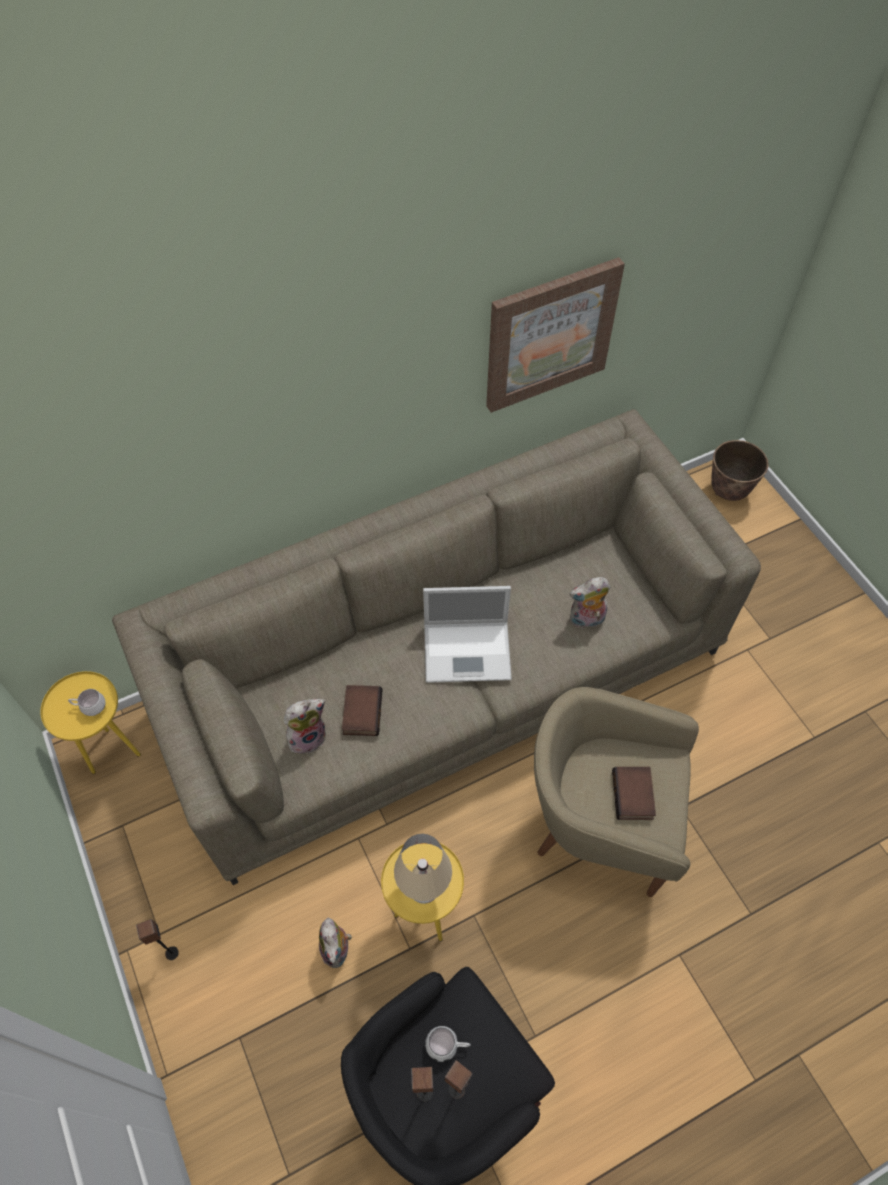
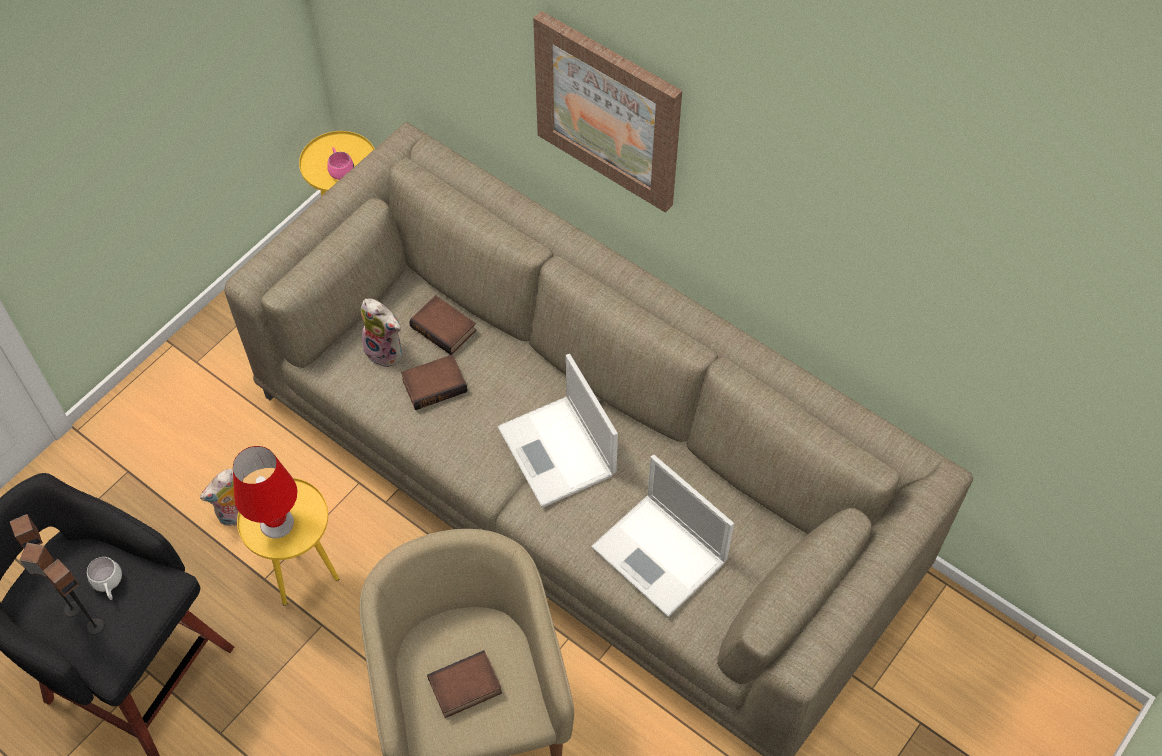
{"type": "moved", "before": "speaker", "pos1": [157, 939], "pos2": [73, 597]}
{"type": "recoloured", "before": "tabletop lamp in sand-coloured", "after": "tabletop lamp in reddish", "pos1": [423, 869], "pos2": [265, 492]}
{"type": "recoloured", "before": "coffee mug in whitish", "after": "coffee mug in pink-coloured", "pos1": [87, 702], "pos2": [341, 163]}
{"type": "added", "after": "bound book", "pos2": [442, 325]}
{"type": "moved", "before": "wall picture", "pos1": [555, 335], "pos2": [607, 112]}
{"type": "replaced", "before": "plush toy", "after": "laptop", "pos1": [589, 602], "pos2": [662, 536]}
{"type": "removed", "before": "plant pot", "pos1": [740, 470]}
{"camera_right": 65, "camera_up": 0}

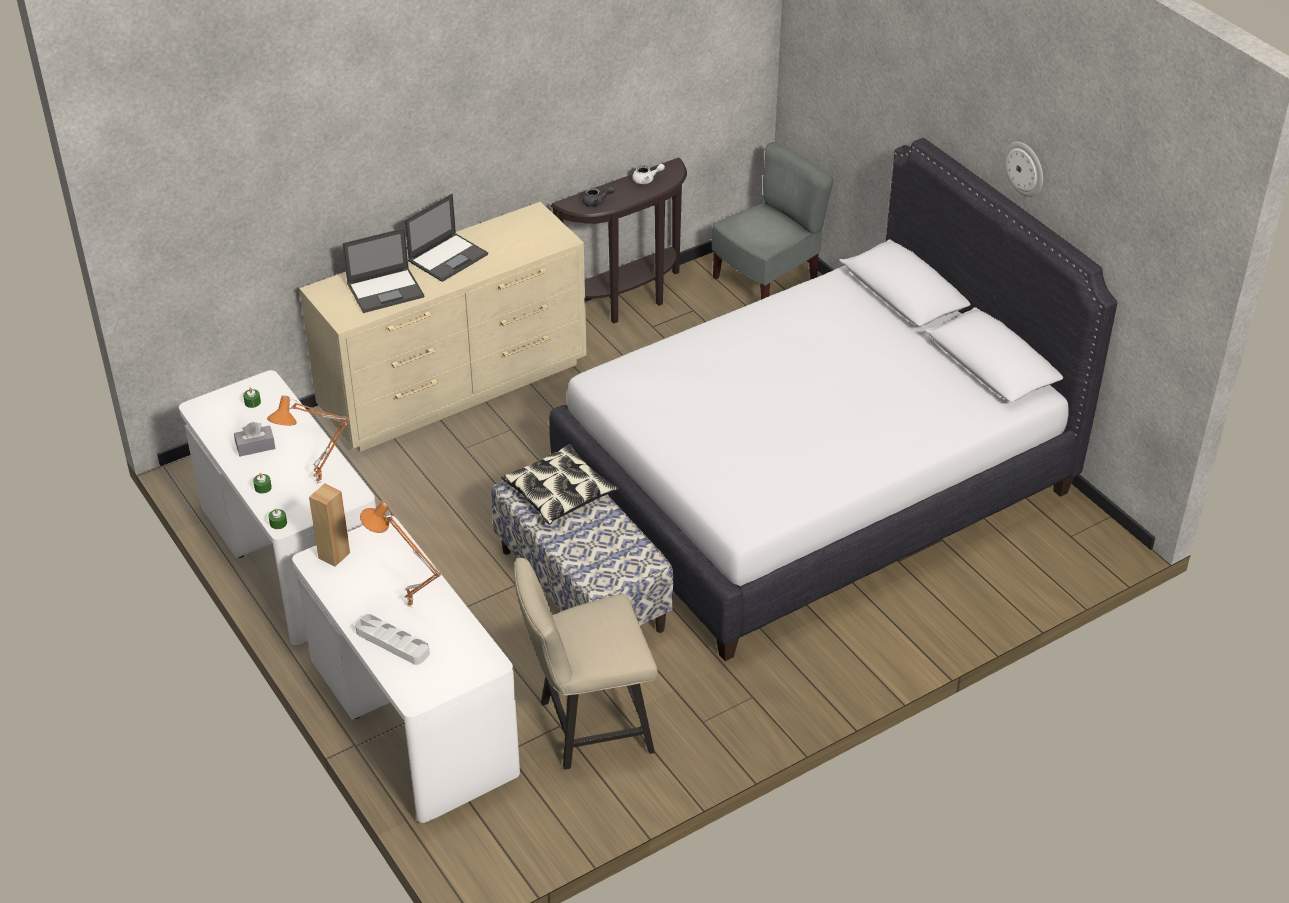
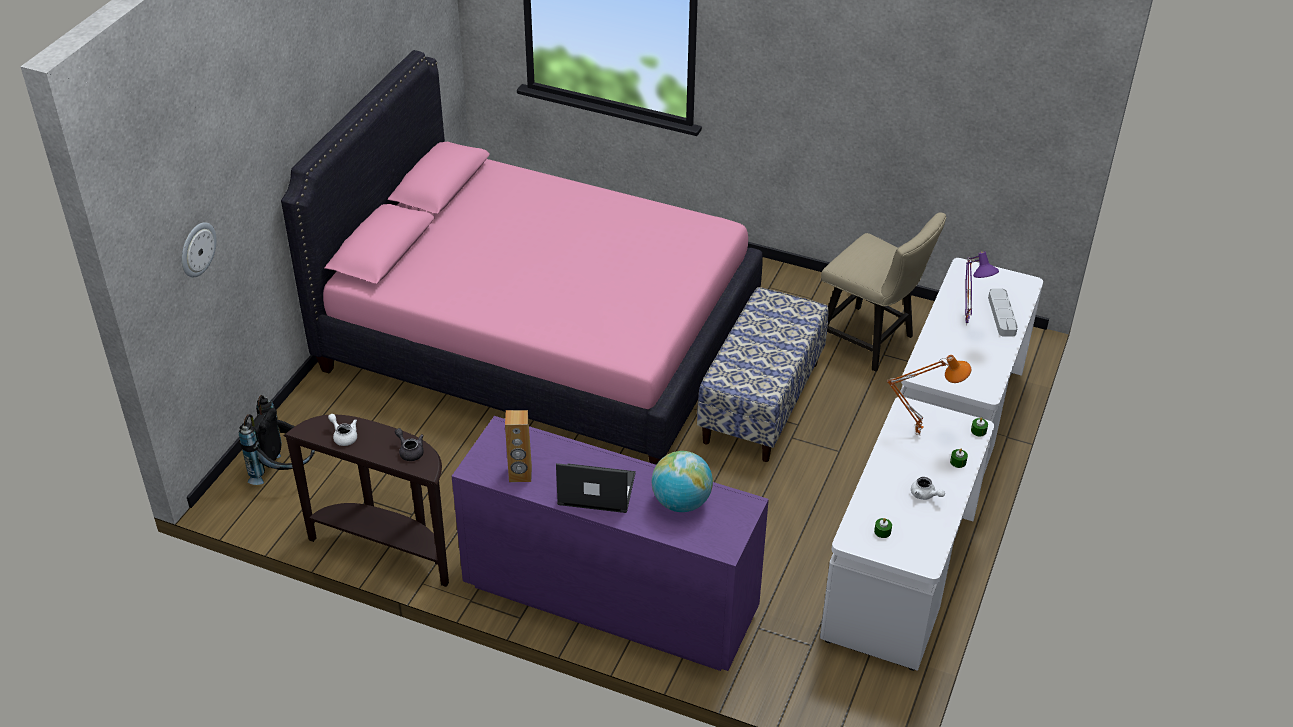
{"type": "moved", "before": "hanging clock", "pos1": [1023, 169], "pos2": [199, 249]}
{"type": "replaced", "before": "plain chair in gray", "after": "knapsack in blackish", "pos1": [772, 221], "pos2": [277, 440]}
{"type": "recoloured", "before": "sleeping bed in whitish", "after": "sleeping bed in pink-coloured", "pos1": [833, 399], "pos2": [522, 257]}
{"type": "recoloured", "before": "drawer chest in sand-coloured", "after": "drawer chest in purplish", "pos1": [443, 327], "pos2": [610, 543]}
{"type": "moved", "before": "speaker in brown", "pos1": [329, 525], "pos2": [518, 446]}
{"type": "replaced", "before": "laptop", "after": "world globe", "pos1": [383, 270], "pos2": [682, 481]}
{"type": "replaced", "before": "tissue holder in gray", "after": "tea pot in whitish", "pos1": [254, 439], "pos2": [928, 488]}
{"type": "recoloured", "before": "tabletop lamp in orangey", "after": "tabletop lamp in purplish", "pos1": [400, 554], "pos2": [982, 288]}
{"type": "removed", "before": "cushion", "pos1": [559, 484]}
{"camera_right": -125, "camera_up": 0}

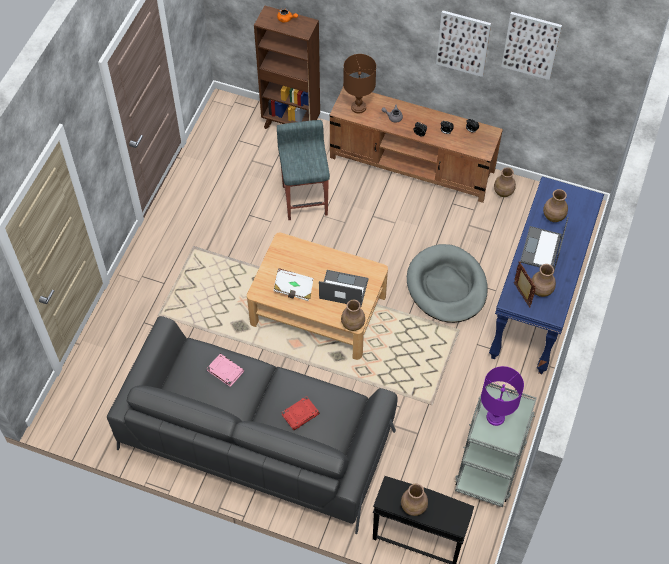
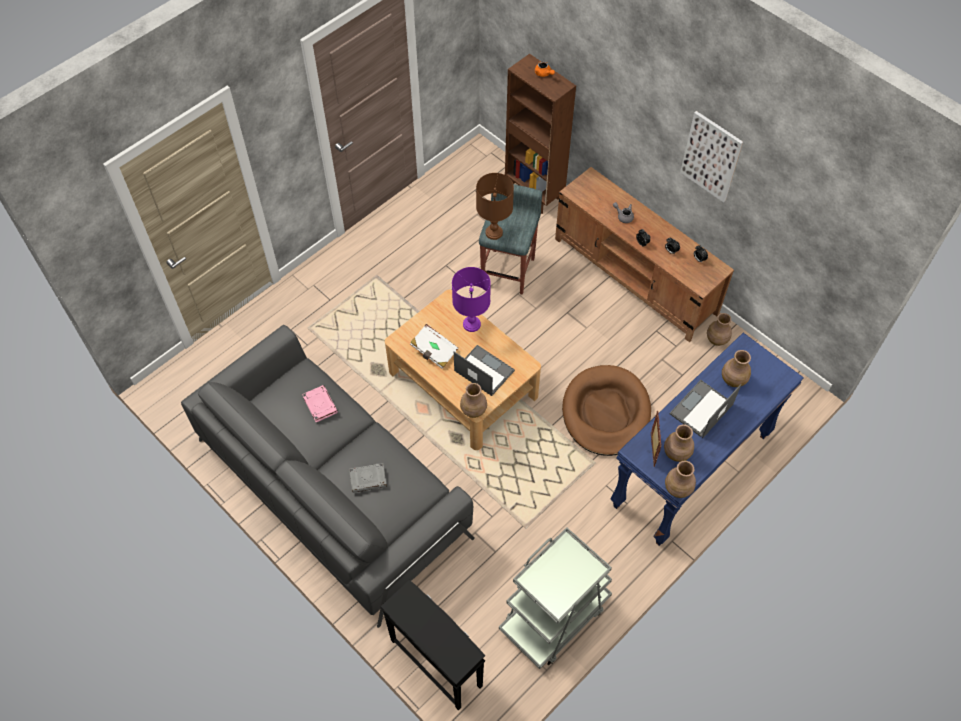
{"type": "recoloured", "before": "bound book in reddish", "after": "bound book in gray", "pos1": [300, 413], "pos2": [368, 478]}
{"type": "moved", "before": "tabletop lamp in purplish", "pos1": [502, 396], "pos2": [471, 299]}
{"type": "moved", "before": "tabletop lamp in brown", "pos1": [359, 84], "pos2": [495, 206]}
{"type": "recoloured", "before": "dog bed in gray", "after": "dog bed in brown", "pos1": [447, 283], "pos2": [606, 410]}
{"type": "moved", "before": "flower vase in brown", "pos1": [414, 499], "pos2": [680, 479]}
{"type": "removed", "before": "wall picture", "pos1": [531, 46]}
{"camera_right": 25, "camera_up": 0}

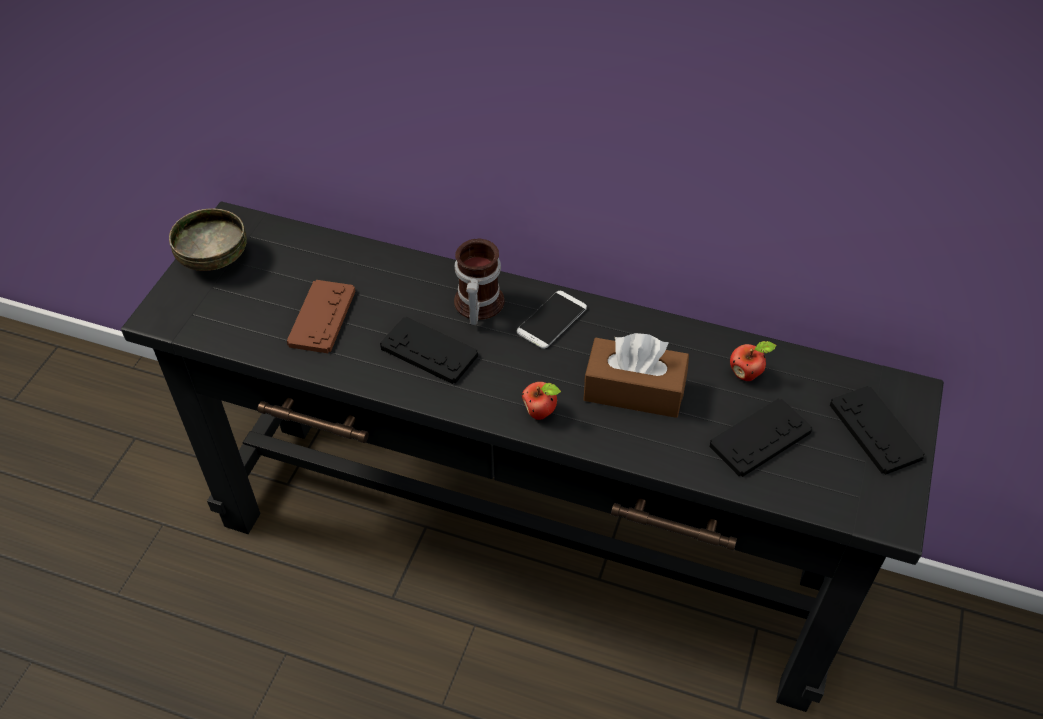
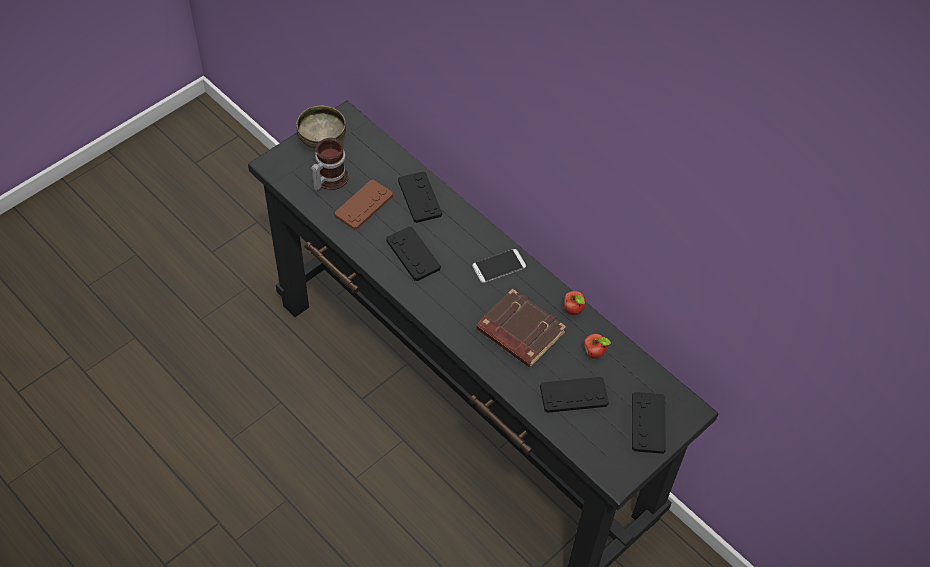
{"type": "moved", "before": "coffee mug", "pos1": [479, 282], "pos2": [330, 164]}
{"type": "added", "after": "joypad in blackish", "pos2": [420, 197]}
{"type": "replaced", "before": "tissue holder in brown", "after": "bound book in brown", "pos1": [636, 375], "pos2": [521, 328]}
{"type": "moved", "before": "apple fruit", "pos1": [541, 401], "pos2": [574, 303]}
{"camera_right": 25, "camera_up": 5}

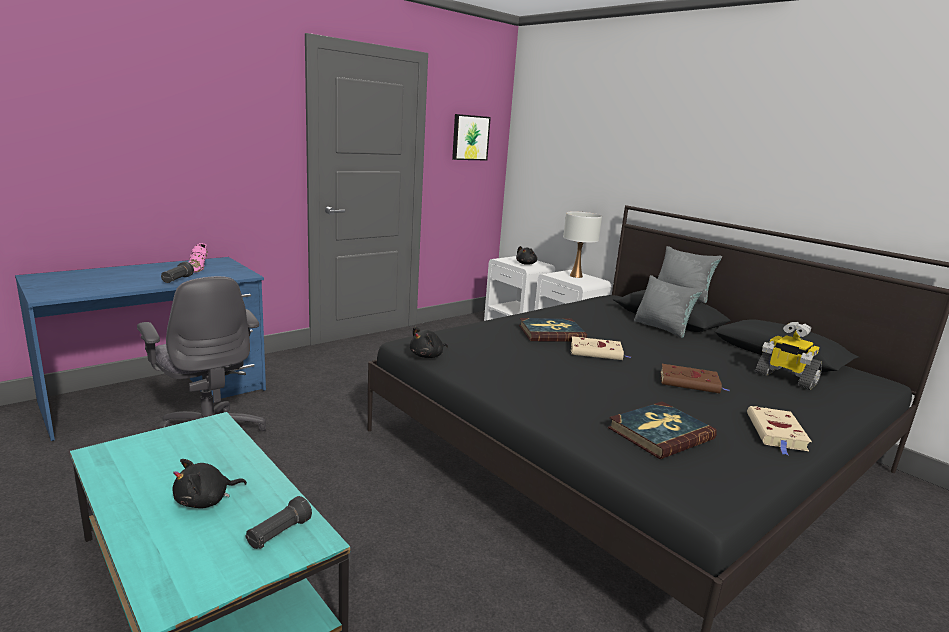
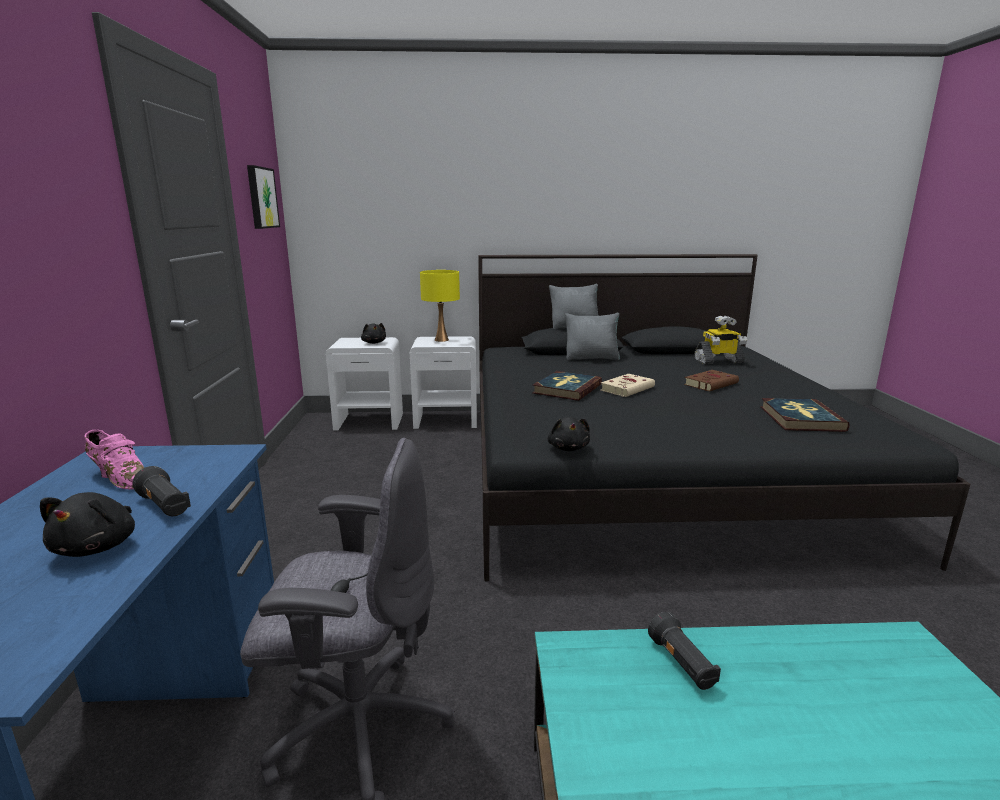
{"type": "moved", "before": "plush toy in blackish", "pos1": [210, 483], "pos2": [87, 524]}
{"type": "recoloured", "before": "tabletop lamp in whitish", "after": "tabletop lamp in yellow", "pos1": [582, 244], "pos2": [440, 306]}
{"type": "moved", "before": "flashlight in blackish", "pos1": [279, 522], "pos2": [684, 651]}
{"type": "removed", "before": "bound book in sand-coloured", "pos1": [779, 430]}
{"camera_right": -50, "camera_up": 0}

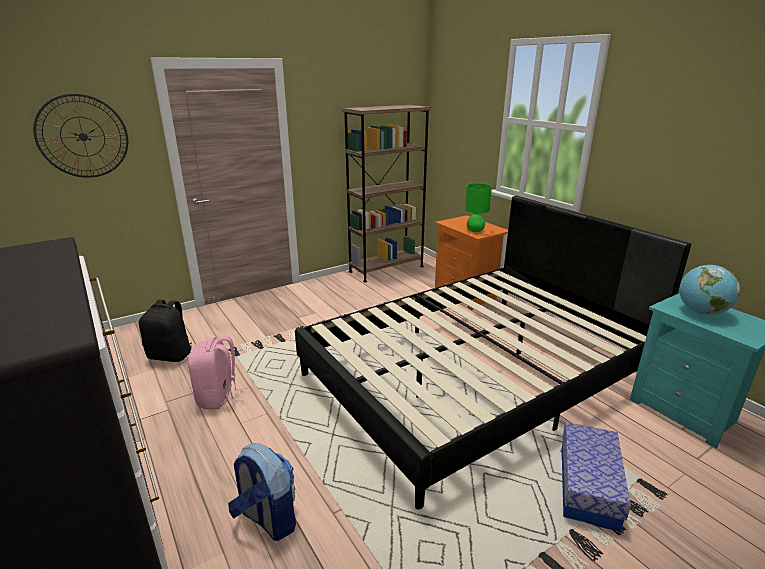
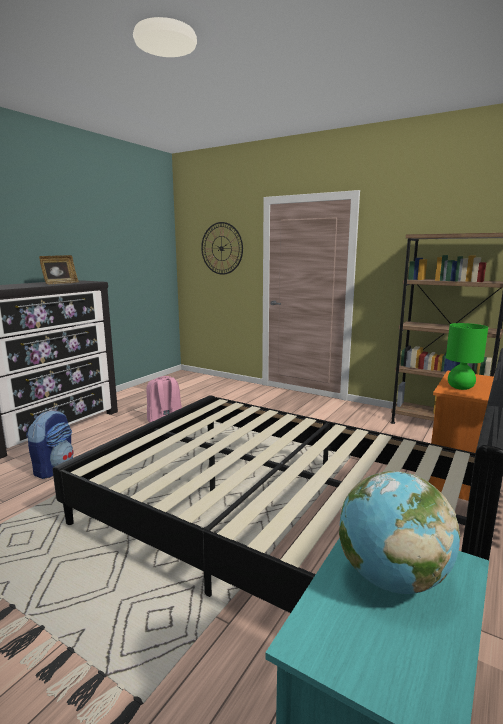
{"type": "added", "after": "picture frame", "pos2": [59, 269]}
{"type": "removed", "before": "knapsack in blackish", "pos1": [165, 330]}
{"type": "removed", "before": "storage box", "pos1": [596, 476]}
{"camera_right": 65, "camera_up": -10}

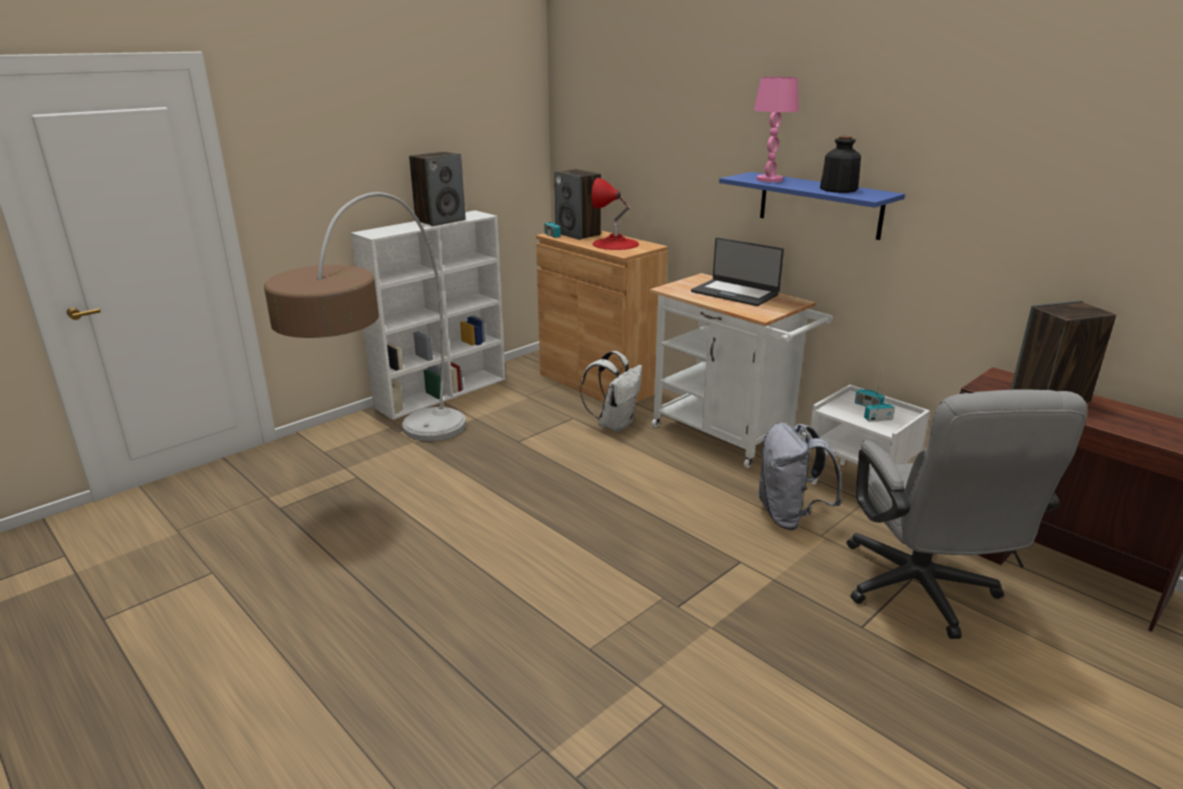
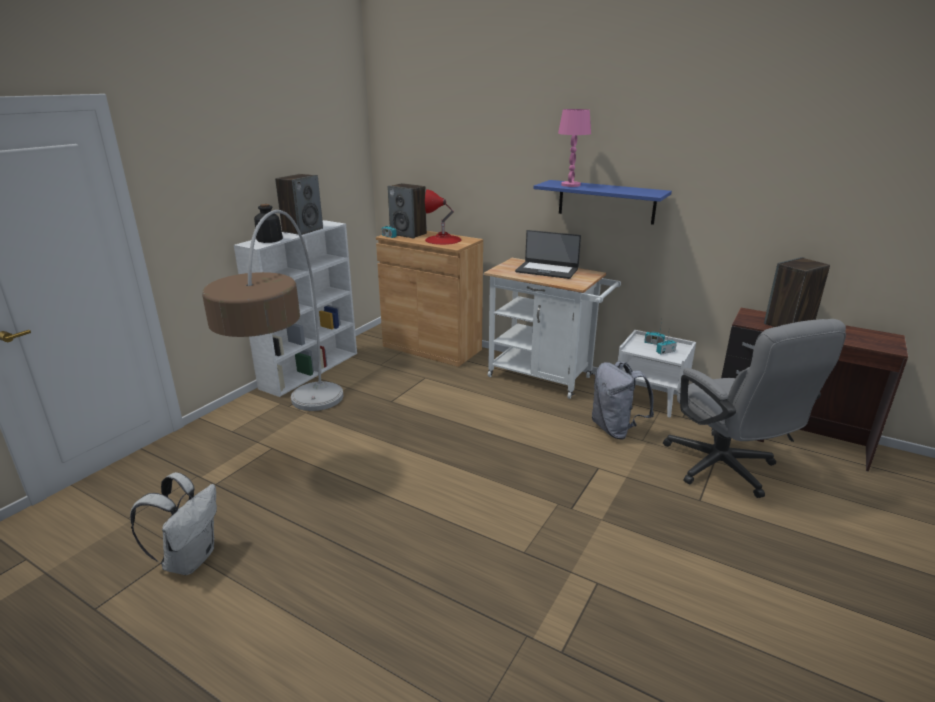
{"type": "moved", "before": "knapsack in whitish", "pos1": [611, 391], "pos2": [173, 523]}
{"type": "moved", "before": "bottle", "pos1": [840, 164], "pos2": [268, 223]}
{"camera_right": -15, "camera_up": 0}

